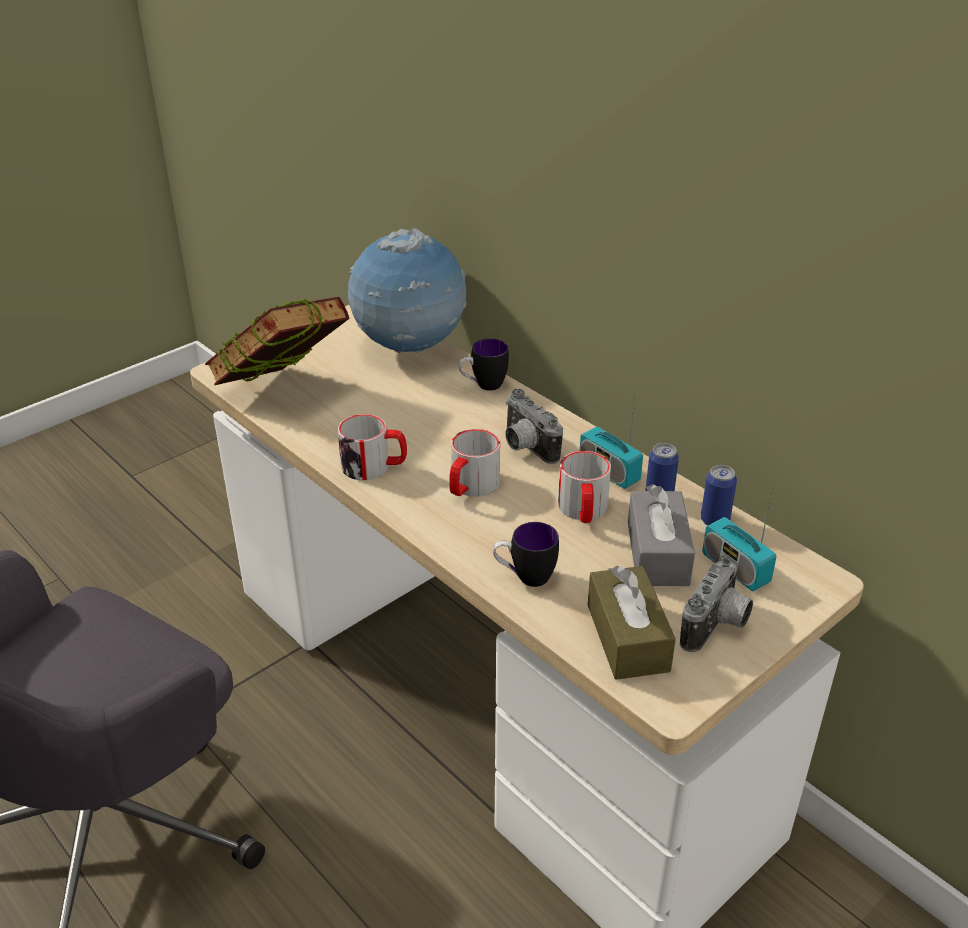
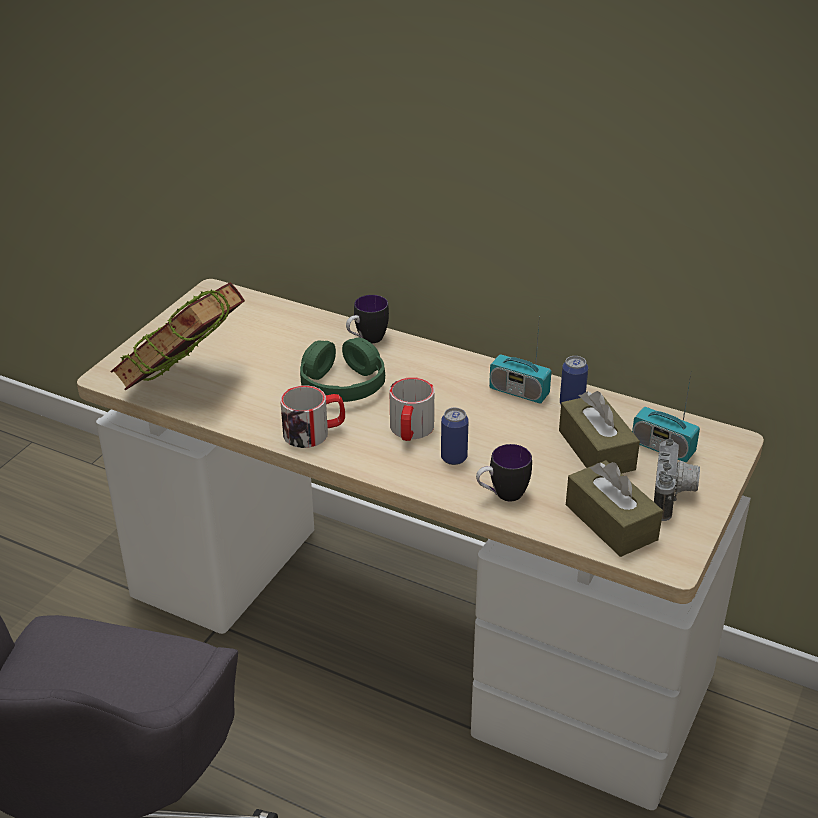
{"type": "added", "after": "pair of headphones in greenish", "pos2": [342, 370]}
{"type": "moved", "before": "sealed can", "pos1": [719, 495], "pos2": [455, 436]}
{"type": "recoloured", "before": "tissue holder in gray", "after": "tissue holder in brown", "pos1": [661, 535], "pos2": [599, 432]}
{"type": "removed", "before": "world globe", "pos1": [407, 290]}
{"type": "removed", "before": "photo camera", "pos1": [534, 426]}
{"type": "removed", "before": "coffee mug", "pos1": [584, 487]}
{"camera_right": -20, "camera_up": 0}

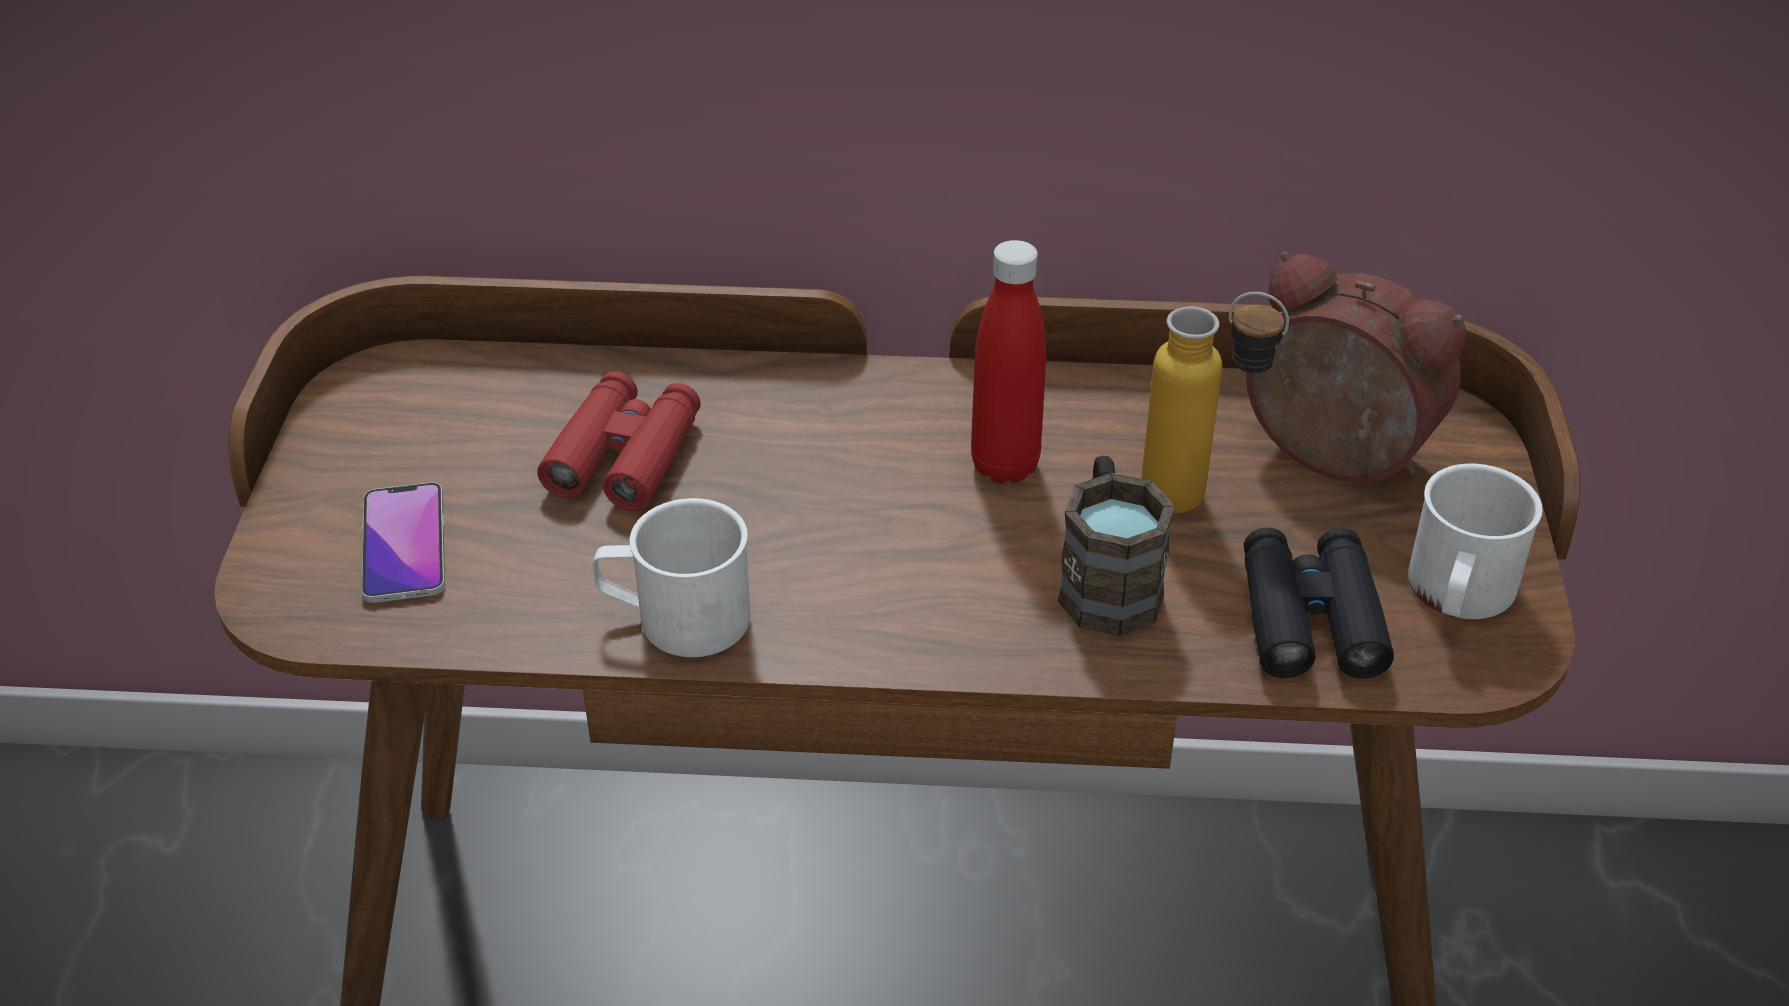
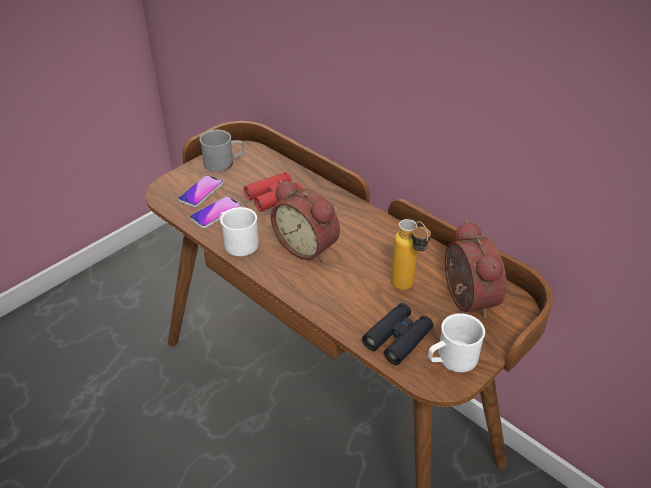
{"type": "added", "after": "handset", "pos2": [216, 212]}
{"type": "added", "after": "coffee mug in gray", "pos2": [222, 151]}
{"type": "added", "after": "bedside clock", "pos2": [305, 221]}
{"type": "removed", "before": "bottle in reddish", "pos1": [1008, 361]}
{"type": "removed", "before": "coffee mug in brown", "pos1": [1116, 546]}
{"camera_right": 40, "camera_up": 0}

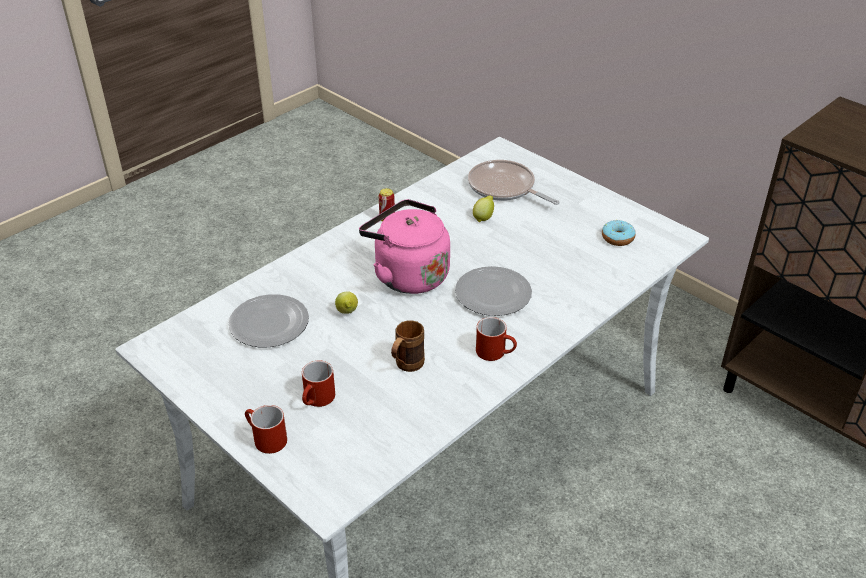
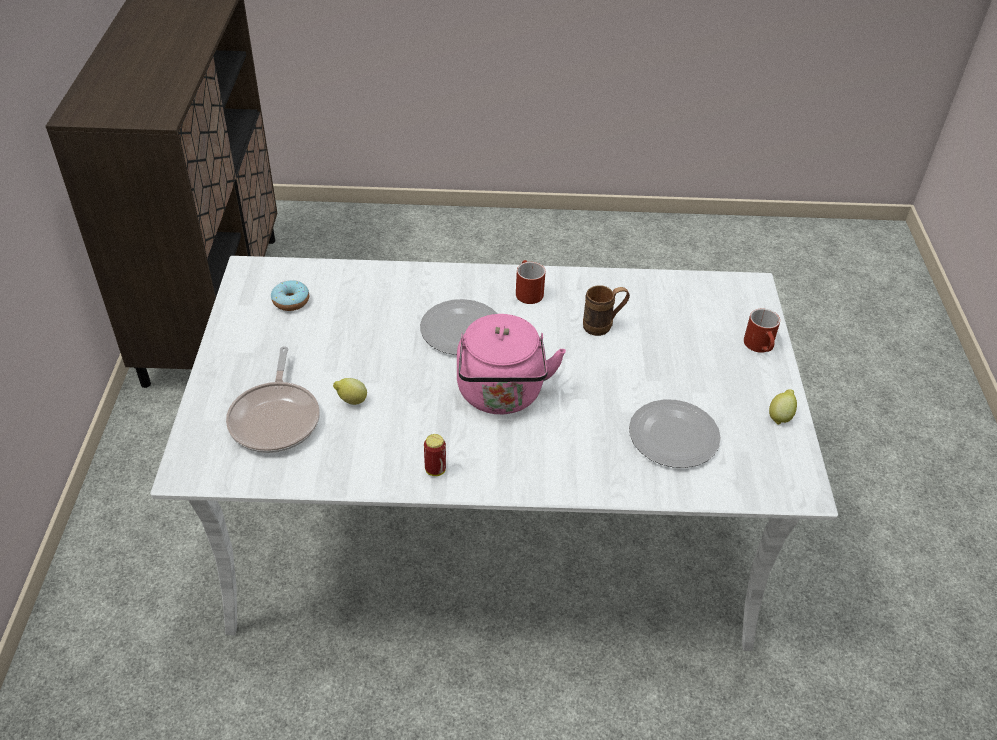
{"type": "moved", "before": "lemon", "pos1": [346, 302], "pos2": [783, 407]}
{"type": "removed", "before": "coffee mug in reddish", "pos1": [318, 384]}
{"camera_right": -135, "camera_up": 5}

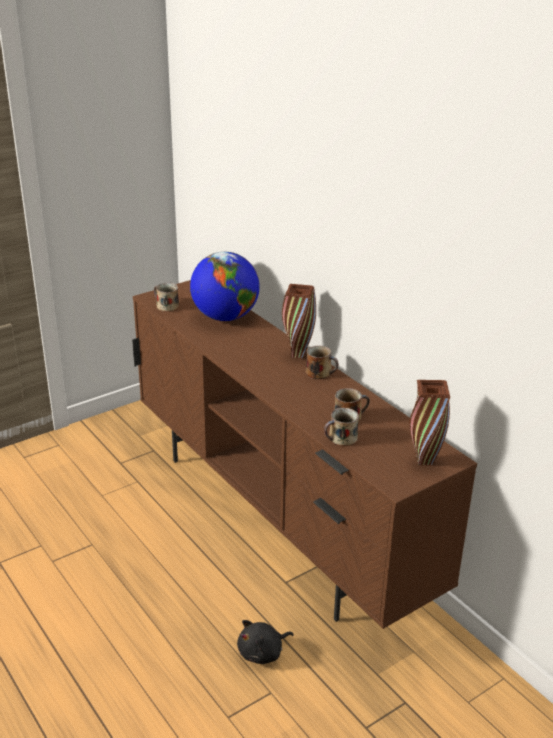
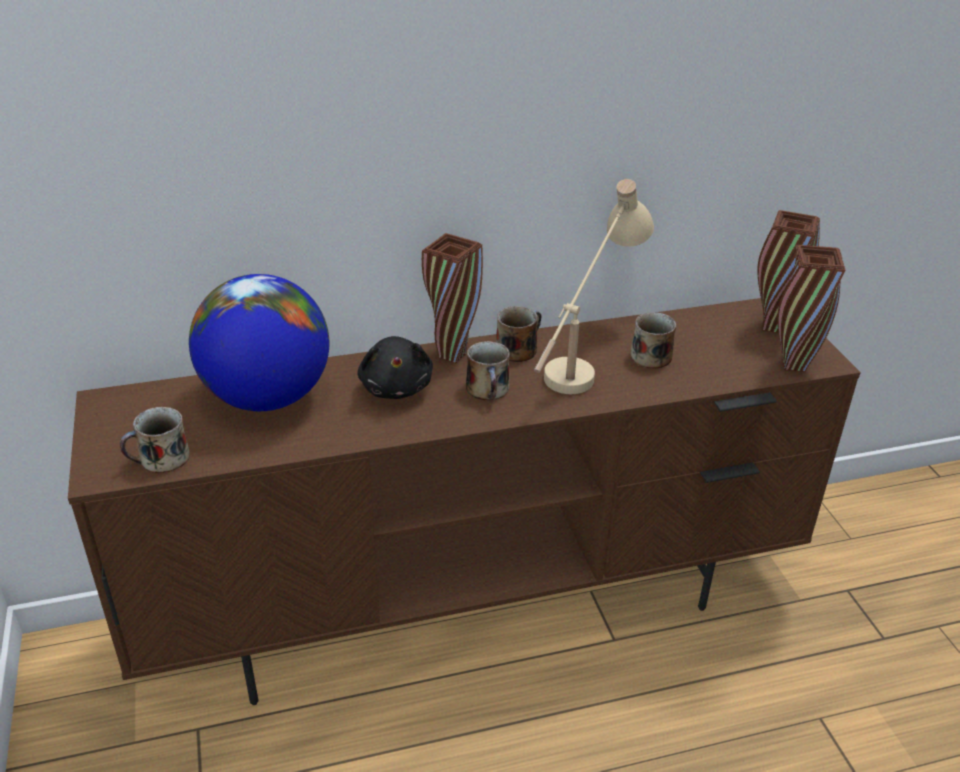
{"type": "moved", "before": "plush toy in blackish", "pos1": [265, 642], "pos2": [395, 367]}
{"type": "moved", "before": "coffee mug", "pos1": [341, 427], "pos2": [488, 370]}
{"type": "added", "after": "tabletop lamp in sand-coloured", "pos2": [594, 286]}
{"type": "added", "after": "flower vase in brown", "pos2": [811, 308]}
{"camera_right": -70, "camera_up": 5}

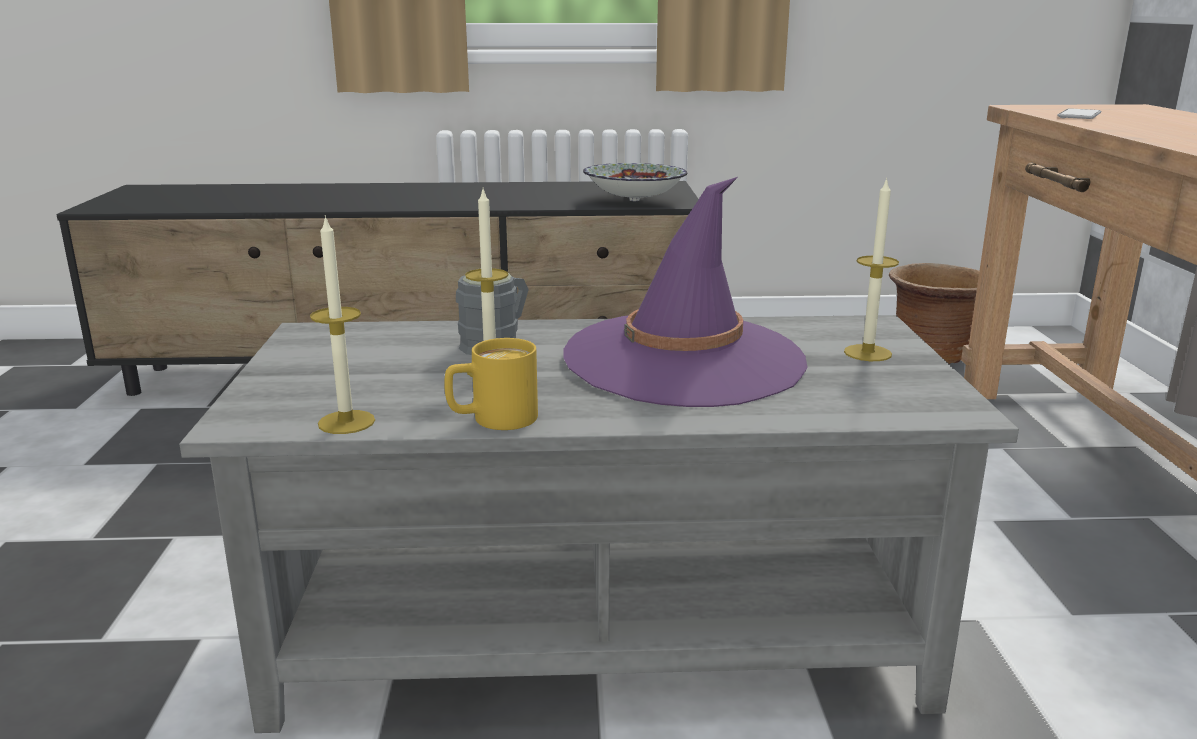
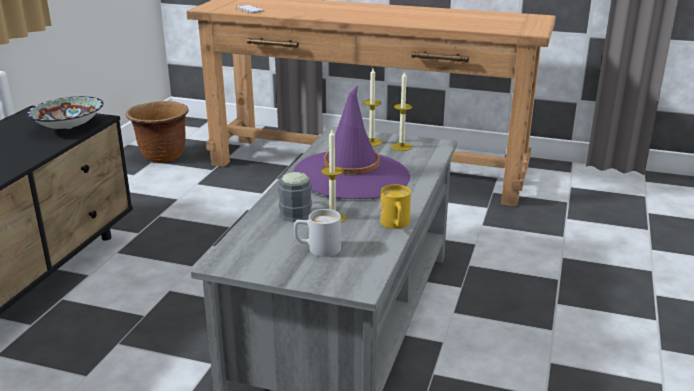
{"type": "added", "after": "coffee mug in whitish", "pos2": [317, 233]}
{"type": "moved", "before": "wax light", "pos1": [342, 324], "pos2": [401, 111]}
{"camera_right": -70, "camera_up": 5}

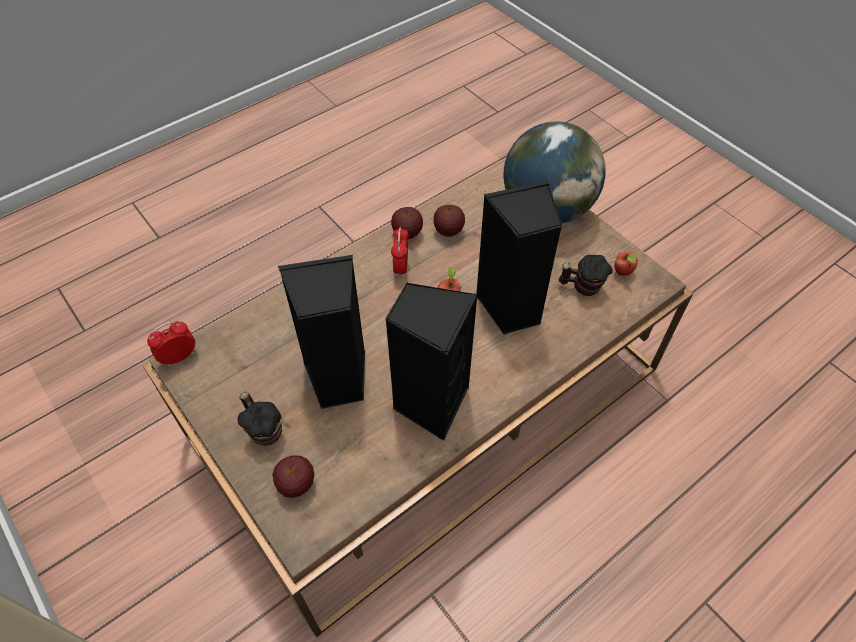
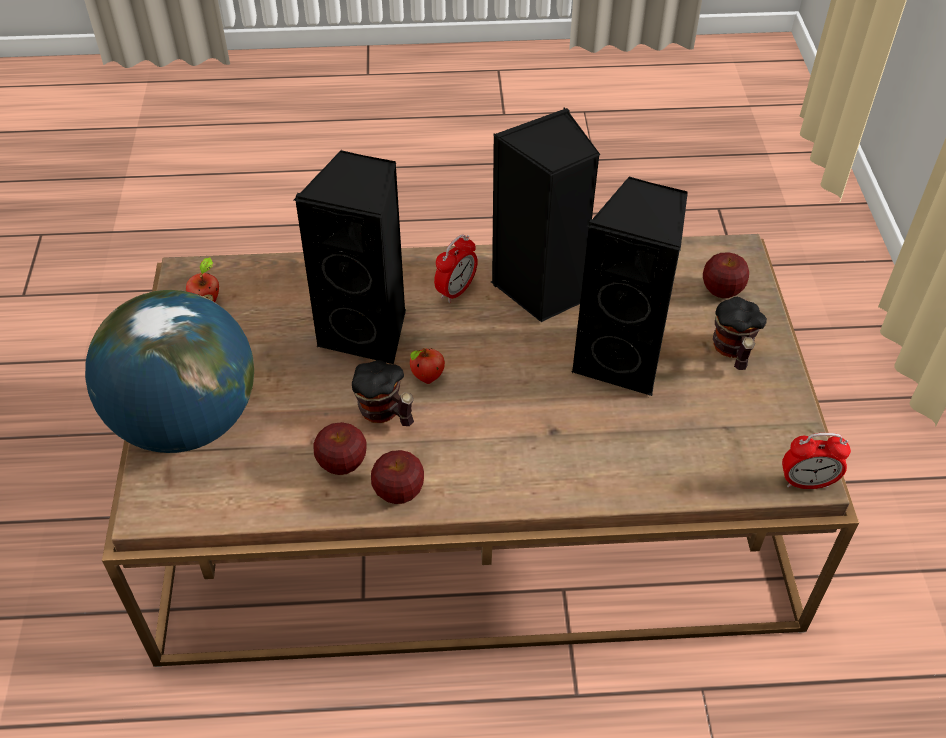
{"type": "moved", "before": "coffee mug", "pos1": [586, 275], "pos2": [383, 393]}
{"type": "moved", "before": "bedside clock", "pos1": [400, 252], "pos2": [456, 268]}
{"camera_right": -145, "camera_up": -5}

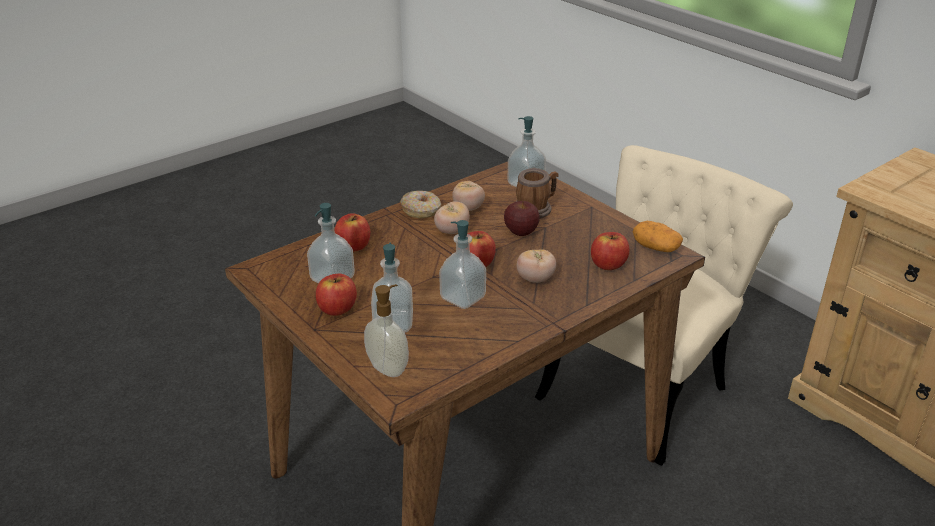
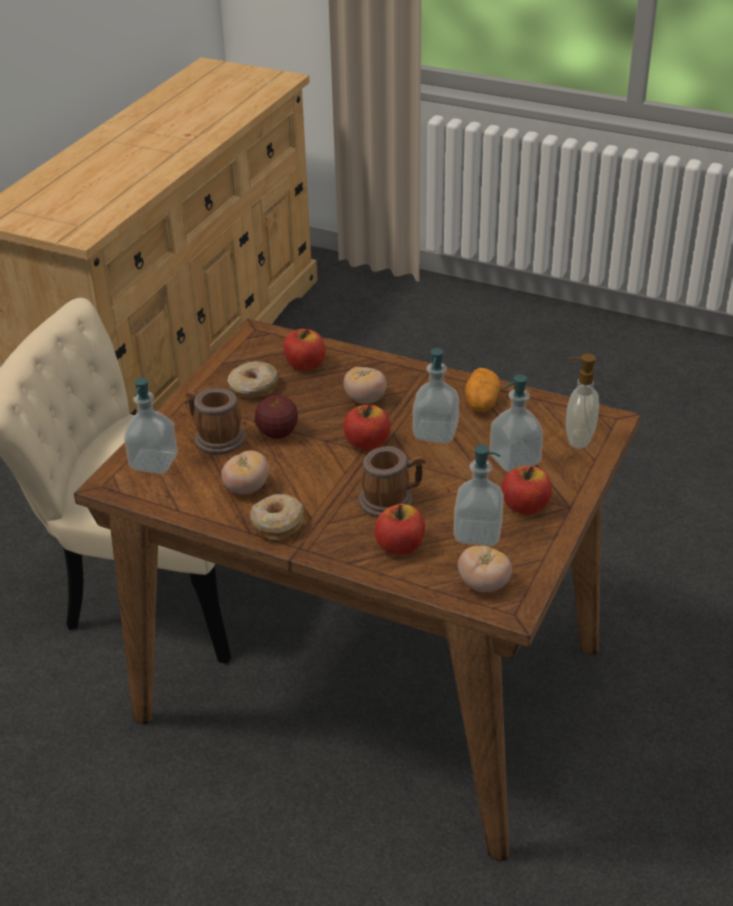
{"type": "added", "after": "ring doughnut", "pos2": [252, 379]}
{"type": "added", "after": "coffee mug", "pos2": [392, 482]}
{"type": "moved", "before": "tomato", "pos1": [452, 217], "pos2": [485, 569]}
{"type": "moved", "before": "spud", "pos1": [657, 236], "pos2": [482, 390]}
{"camera_right": -115, "camera_up": 5}

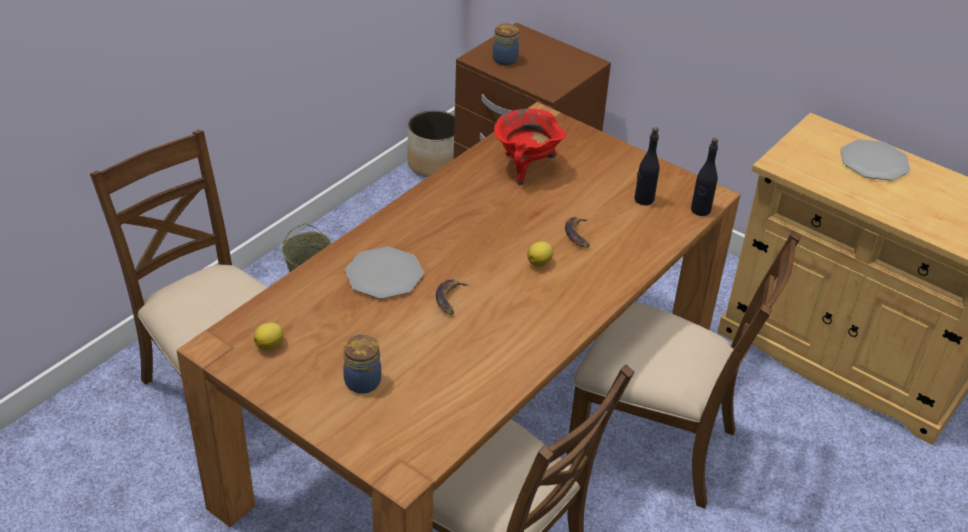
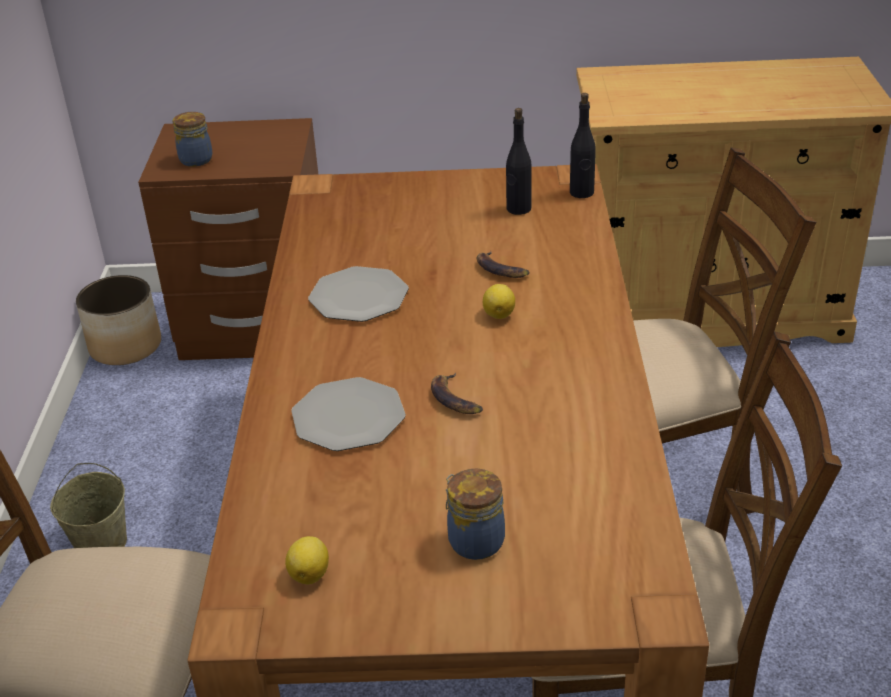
{"type": "moved", "before": "dinner plate", "pos1": [875, 160], "pos2": [358, 294]}
{"type": "removed", "before": "stockpot in reddish", "pos1": [530, 147]}
{"camera_right": -35, "camera_up": -5}

